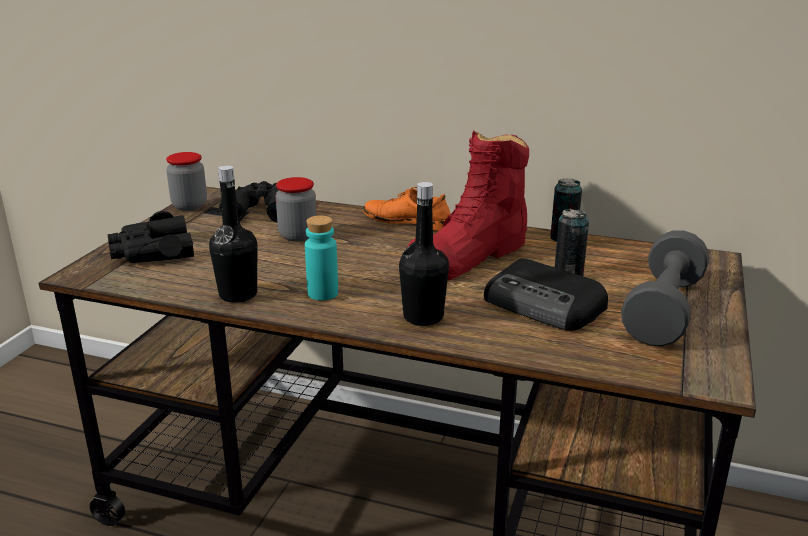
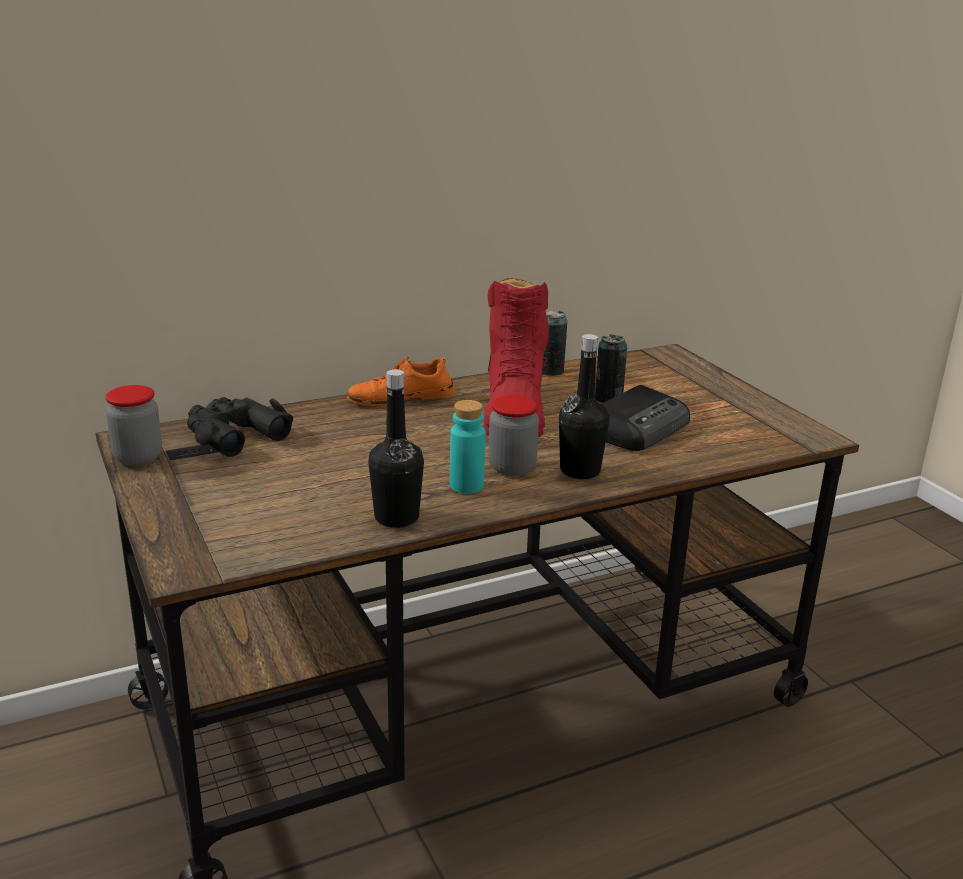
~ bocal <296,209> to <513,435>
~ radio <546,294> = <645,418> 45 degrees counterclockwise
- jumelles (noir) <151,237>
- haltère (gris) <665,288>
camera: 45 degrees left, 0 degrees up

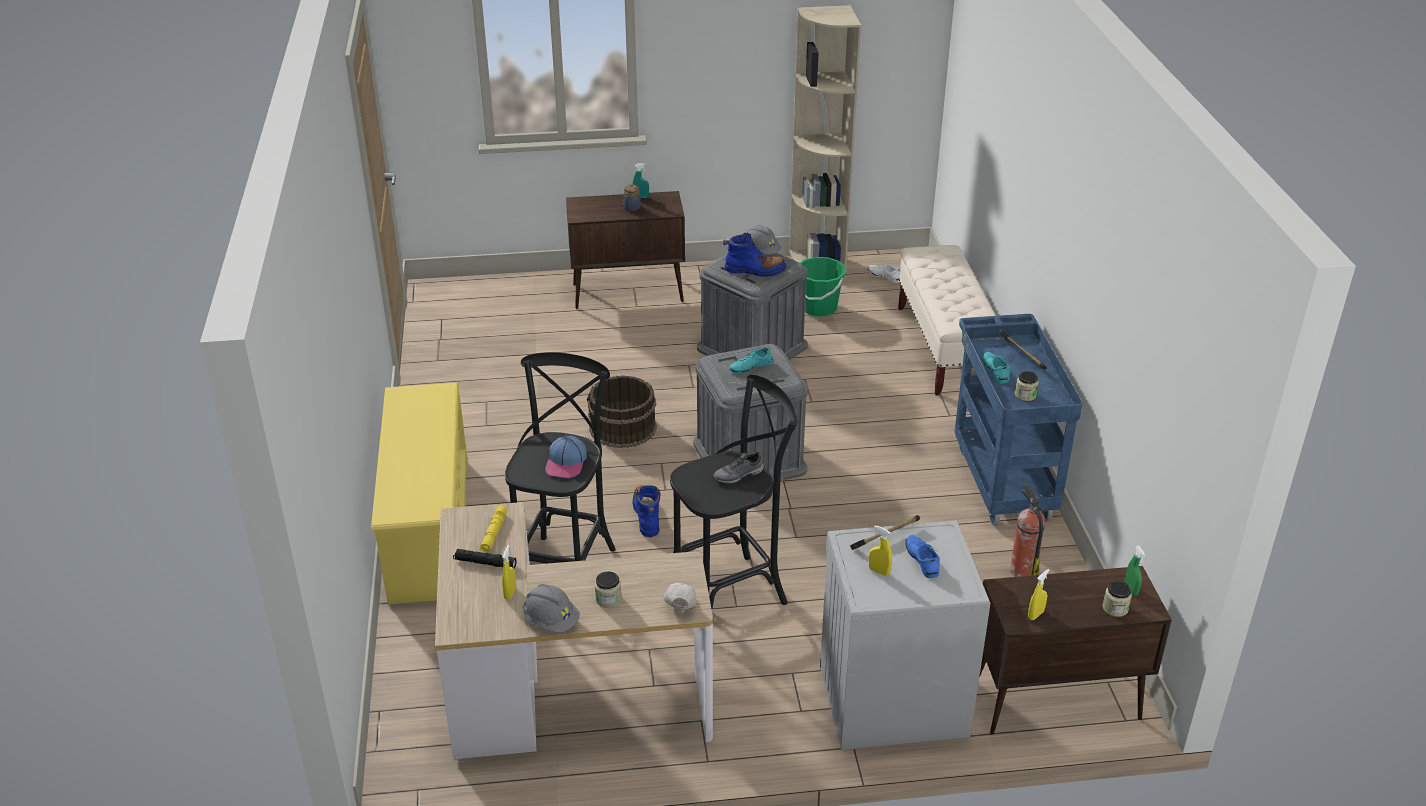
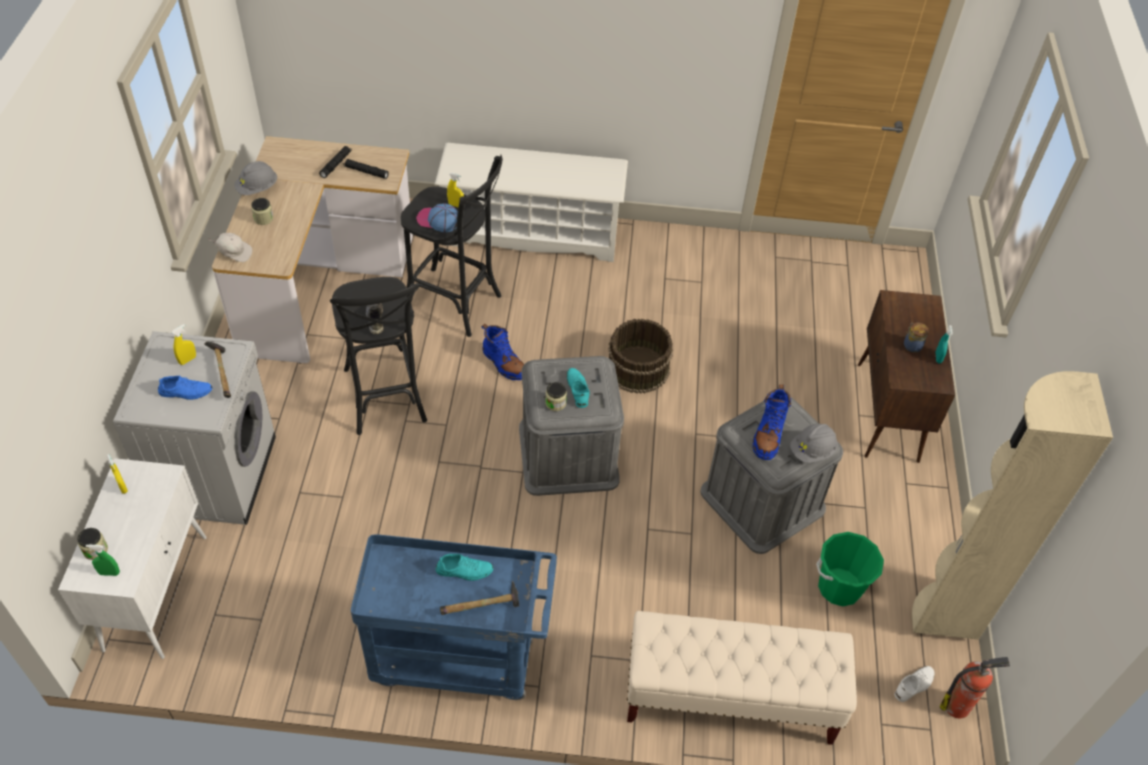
~ meuble de rangement (marron) <1075,650> to meuble de rangement (blanc) <132,558>
~ lampe de poche (jaune) <493,529> to lampe de poche (noir) <366,169>
~ étagère à chaussures (jaune) <419,493> to étagère à chaussures (blanc) <531,202>
~ vaporisateur (jaune) <509,572> to <455,190>
~ botte (bleu) <646,511> = <502,352> 45 degrees clockwise
~ bocal <1027,386> to <556,396>
~ extincteur <1027,530> to <975,687>
camera: 100 degrees right, 15 degrees up

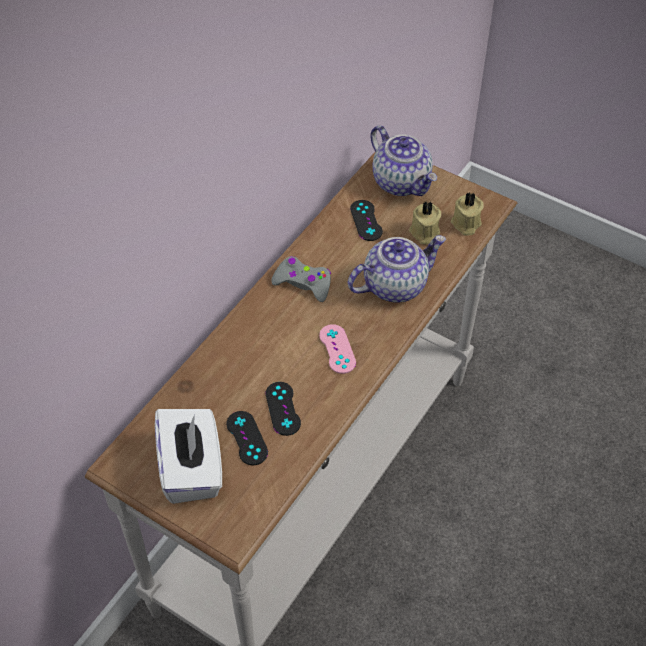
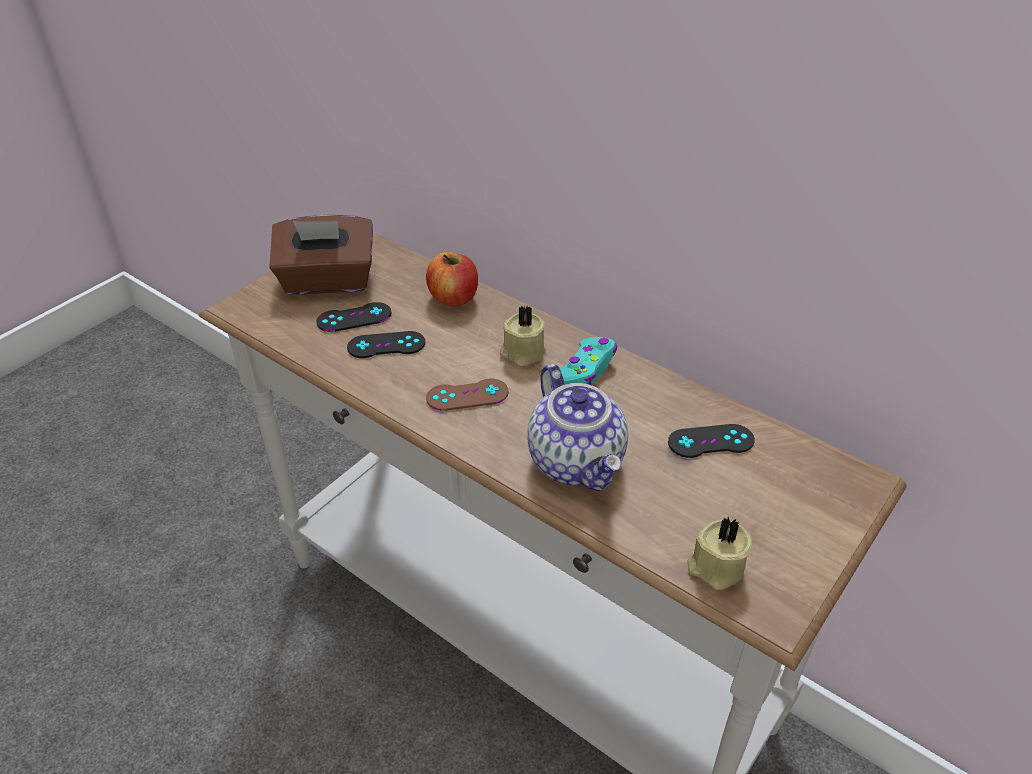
~ boîte à mouchoirs (blanc) <188,456> to boîte à mouchoirs (marron) <321,255>
+ pomme <452,279>
~ manette (rose) <337,349> to manette (marron) <467,395>
~ bougie (beige) <425,222> to <523,335>
~ manette (gris) <301,279> to manette (turquoise) <584,362>
- théière <403,160>
camera: 95 degrees right, 10 degrees down

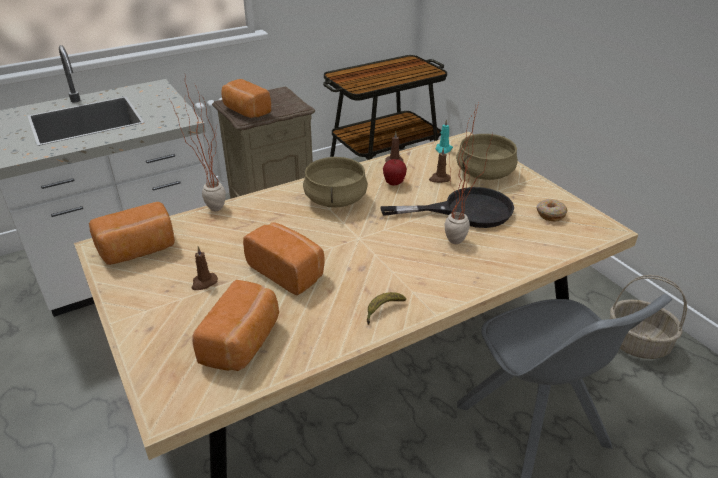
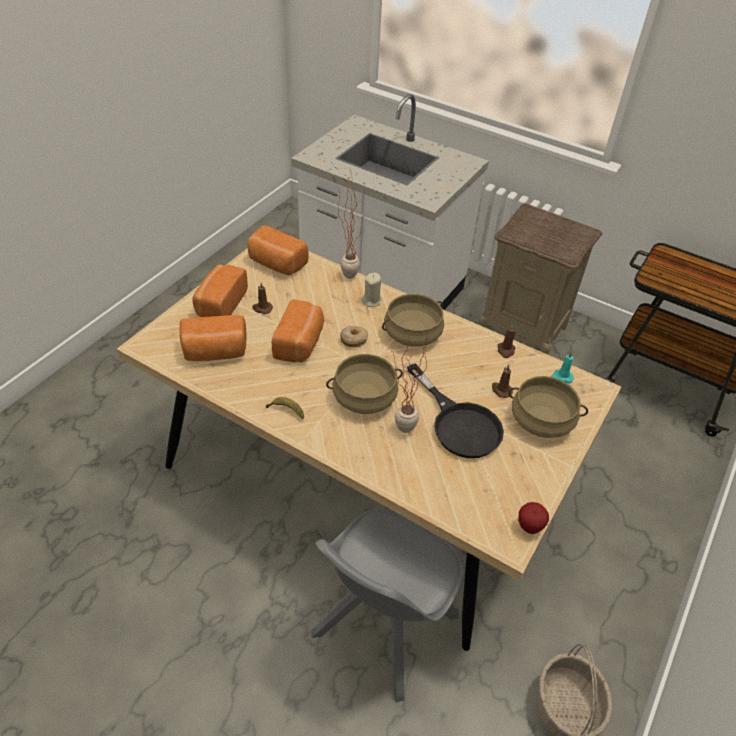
~ pain <246,98> to <220,290>
+ marmite (beige) <364,384>
~ beignet <552,210> to <354,336>
+ bougie (beige) <371,290>
~ pomme <395,172> to <533,518>
camera: 60 degrees right, 10 degrees up

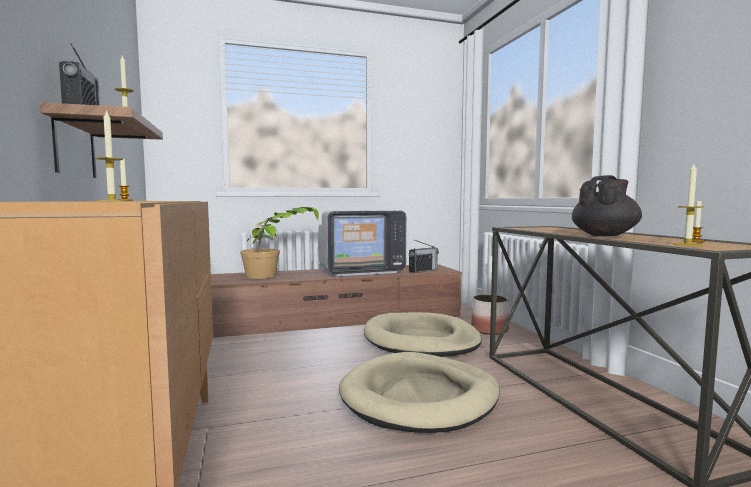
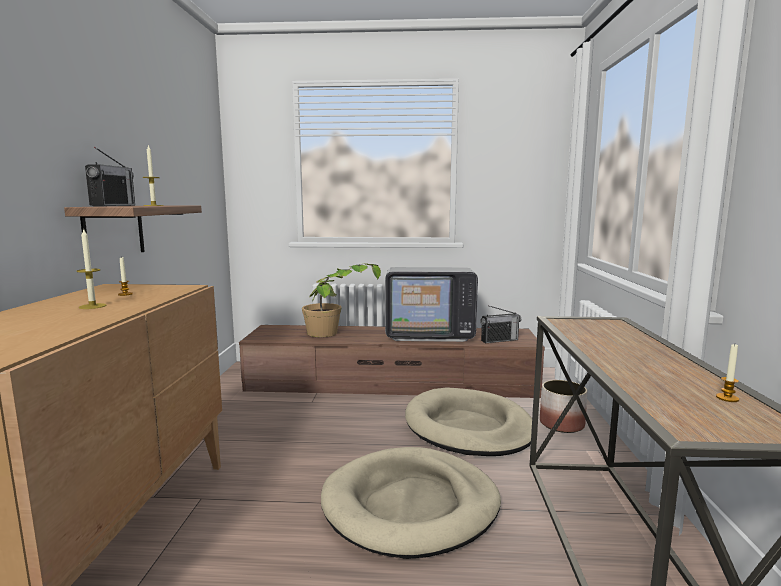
- théière (noir) <607,205>
- bougie <688,205>
camera: 20 degrees right, 5 degrees up

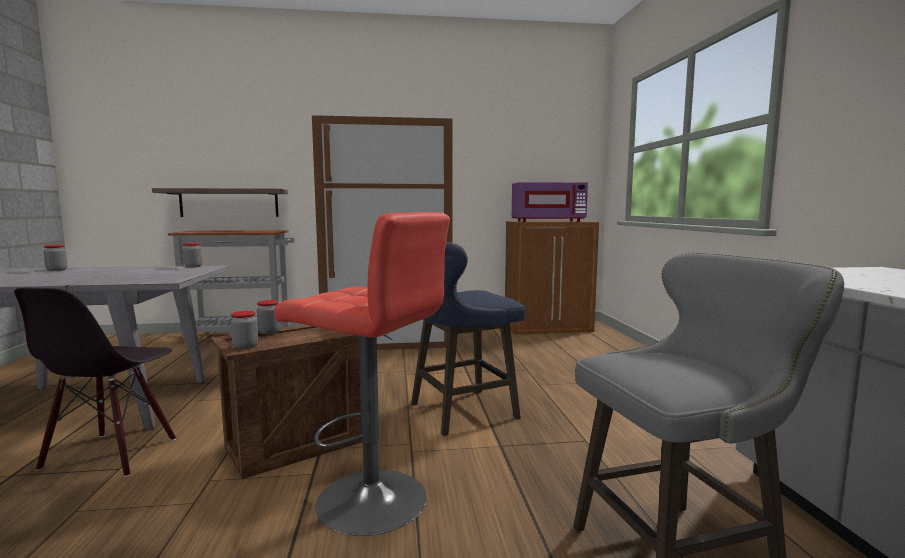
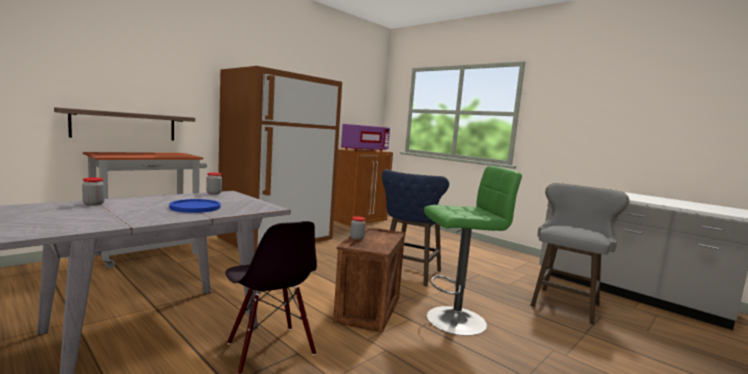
+ assiette (bleu) <195,206>
~ tabouret (rouge) <362,374> to tabouret (vert) <473,251>
- bocal <244,330>
camera: 40 degrees left, 0 degrees up

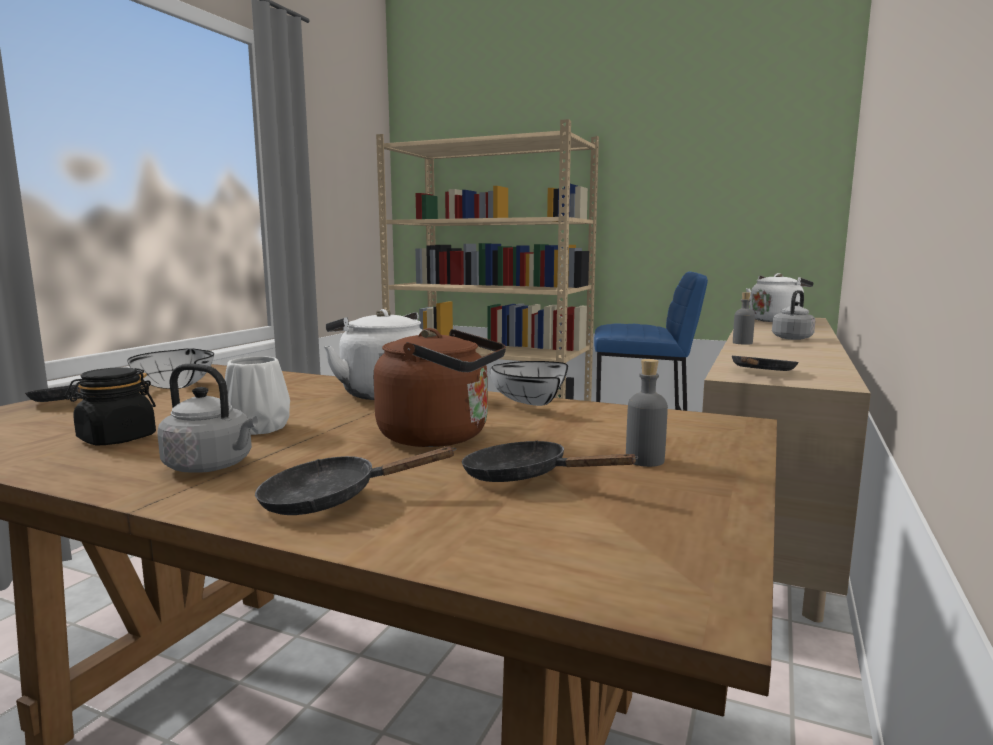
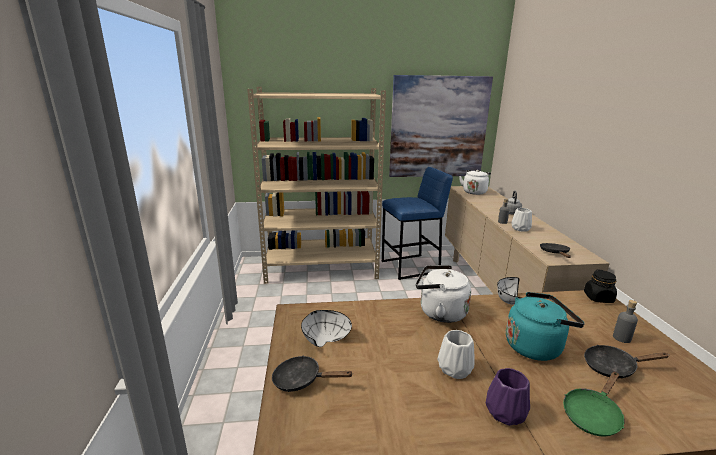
+ tableau <441,126>
~ bouilloire (gris) <207,418> to vase (violet) <508,397>
~ bouilloire (marron) <440,387> to bouilloire (turquoise) <545,326>
+ vase (blanc) <521,220>
~ poêle (noir) <355,480> to poêle (vert) <593,404>
~ bocal (noir) <110,406> to <600,286>
camera: 30 degrees left, 10 degrees up

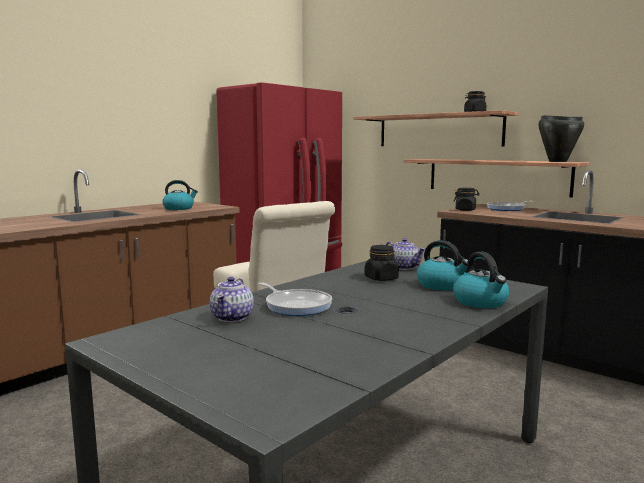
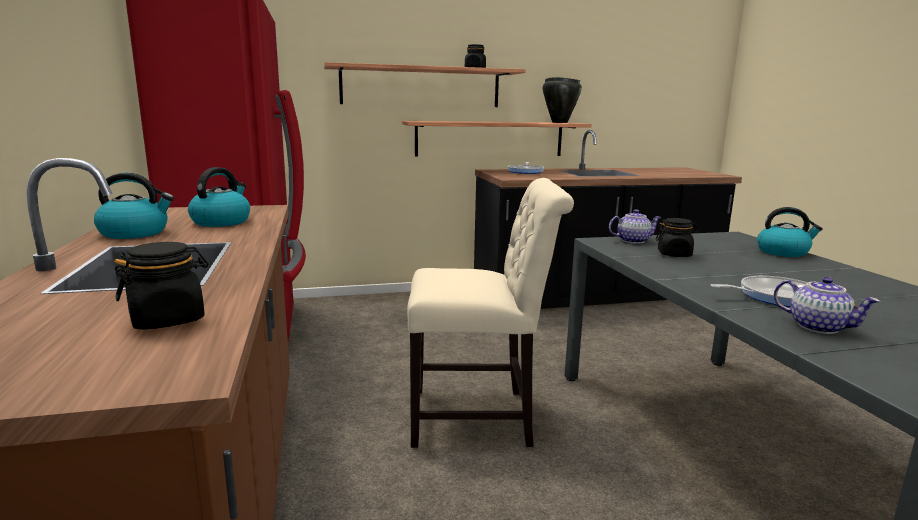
~ bouilloire <442,265> to <134,206>
~ bocal (noir) <467,199> to <161,286>
camera: 55 degrees left, 5 degrees up

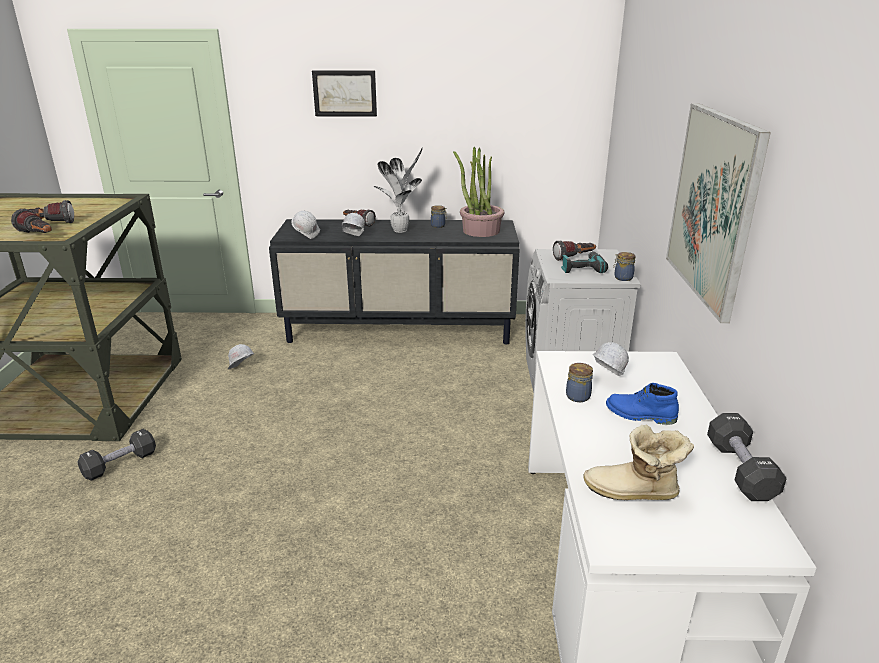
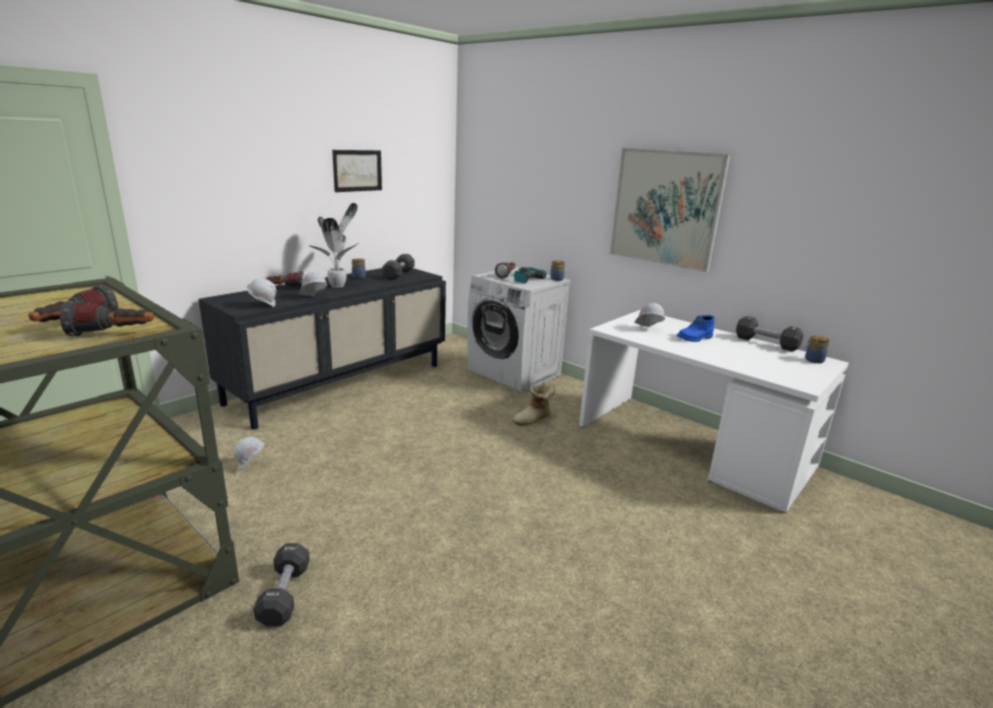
~ tableau <344,93> to <357,171>
~ plante en pot <478,192> to haltère (noir) <398,267>
~ botte <638,462> to <533,404>
~ bocal <579,382> to <817,349>
camera: 50 degrees left, 5 degrees down

